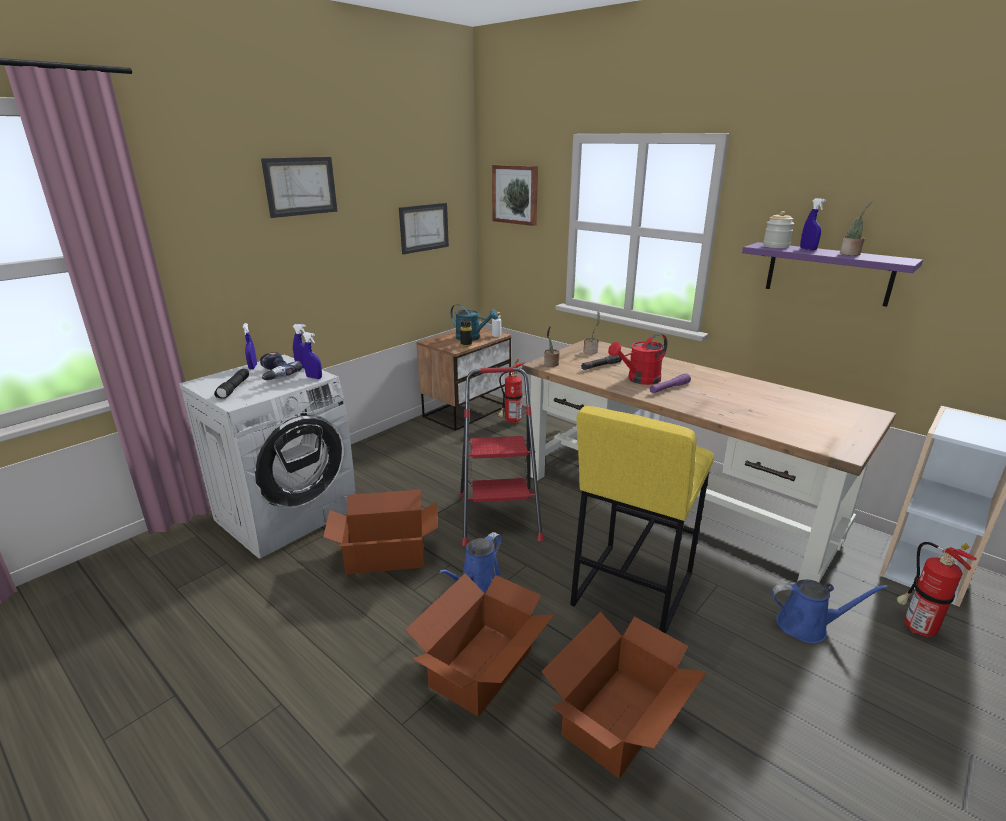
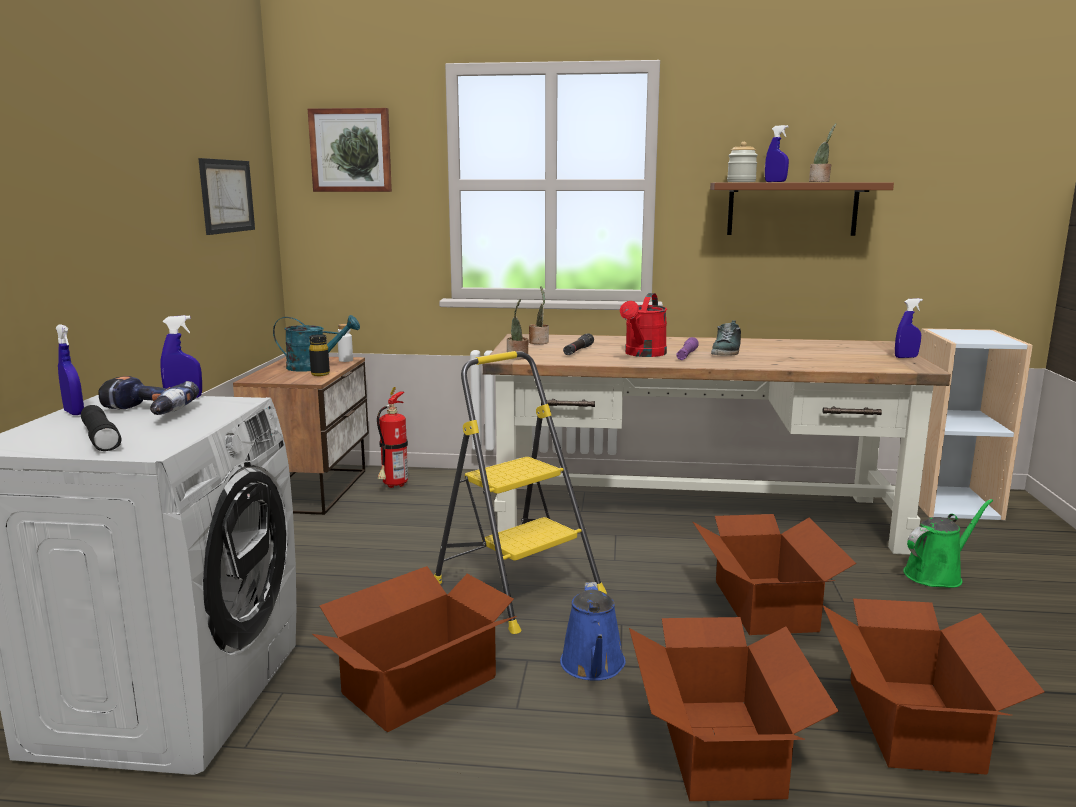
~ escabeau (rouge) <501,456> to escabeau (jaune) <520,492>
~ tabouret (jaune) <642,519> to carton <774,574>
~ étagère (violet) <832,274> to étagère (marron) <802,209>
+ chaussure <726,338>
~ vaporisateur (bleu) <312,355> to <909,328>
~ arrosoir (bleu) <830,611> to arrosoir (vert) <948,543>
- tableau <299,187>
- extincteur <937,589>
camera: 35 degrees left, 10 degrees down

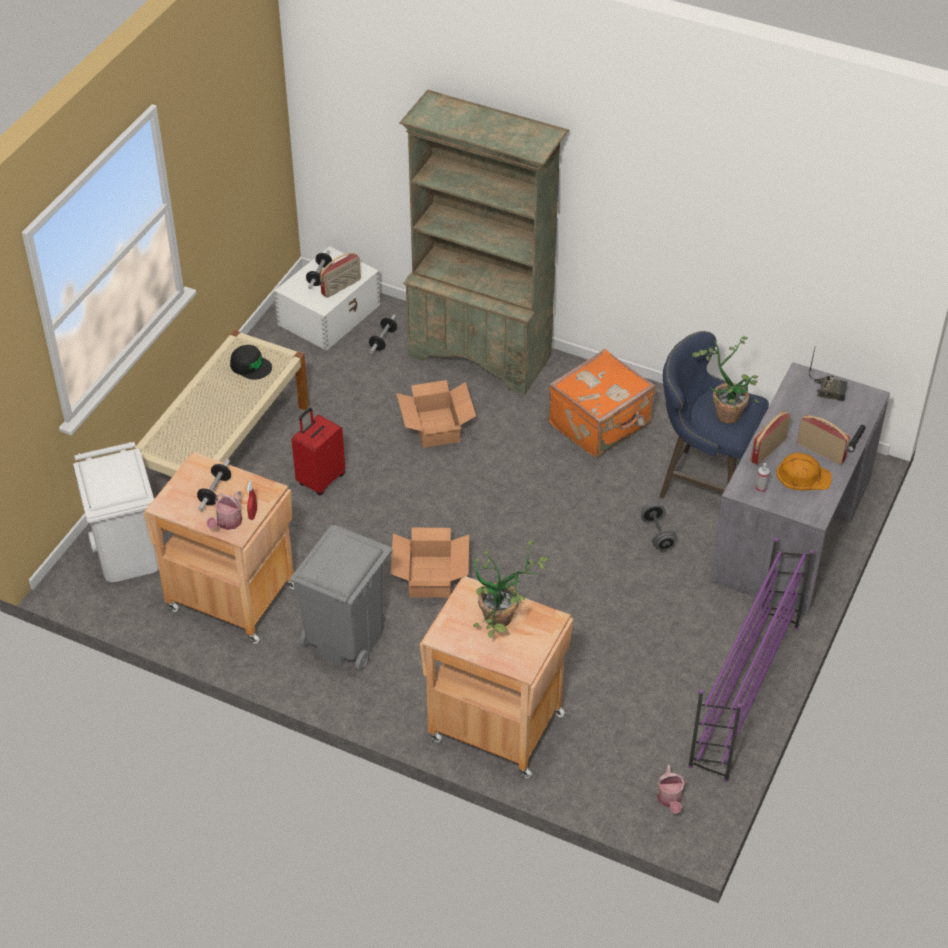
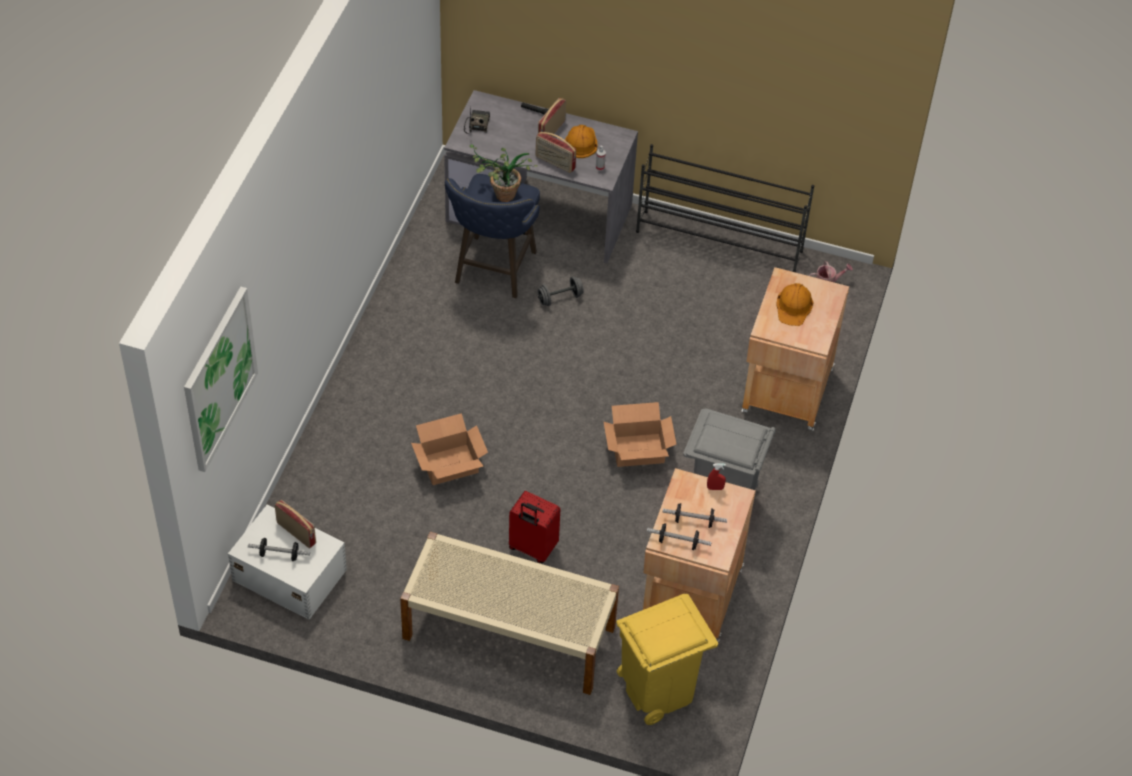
+ tableau <221,379>
~ poubelle (blanc) <116,512> to poubelle (jaune) <667,659>
~ étagère à chaussures (violet) <751,660> to étagère à chaussures (noir) <725,208>
~ haltère <383,334> to <679,536>
~ plante en pot <510,589> to casque de chantier (orange) <795,304>
- arrosoir <224,510>
- casquette (noir) <251,362>
- bibliothèque (vert) <484,242>
- valise (orange) <601,403>
camera: 100 degrees left, 5 degrees up

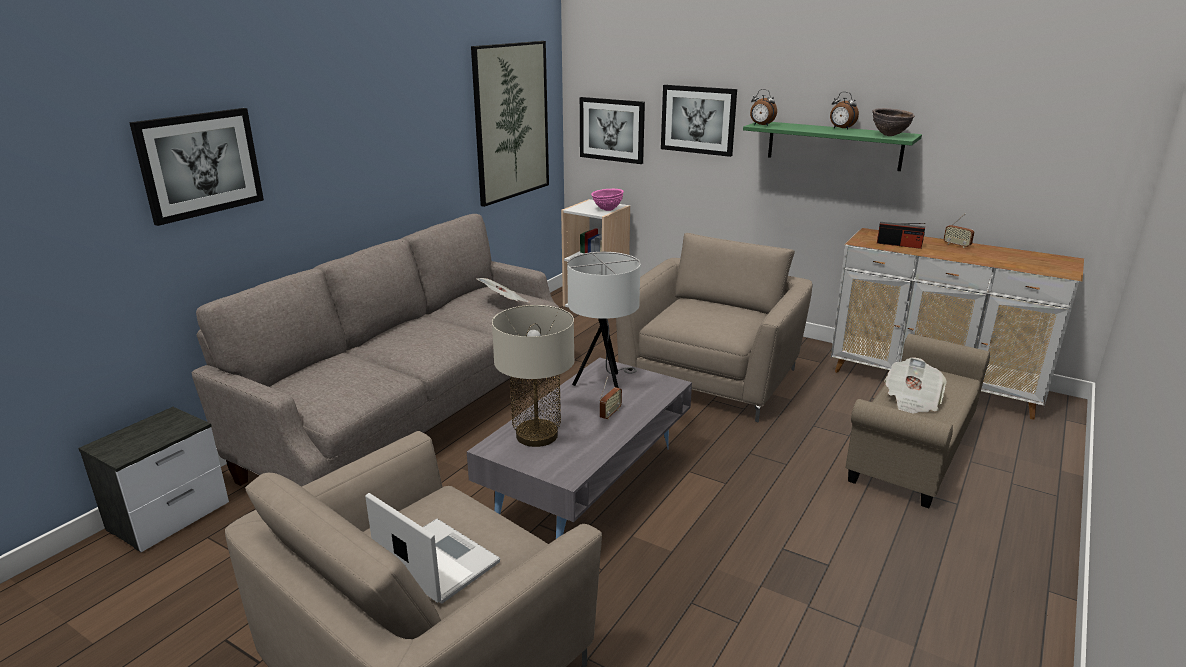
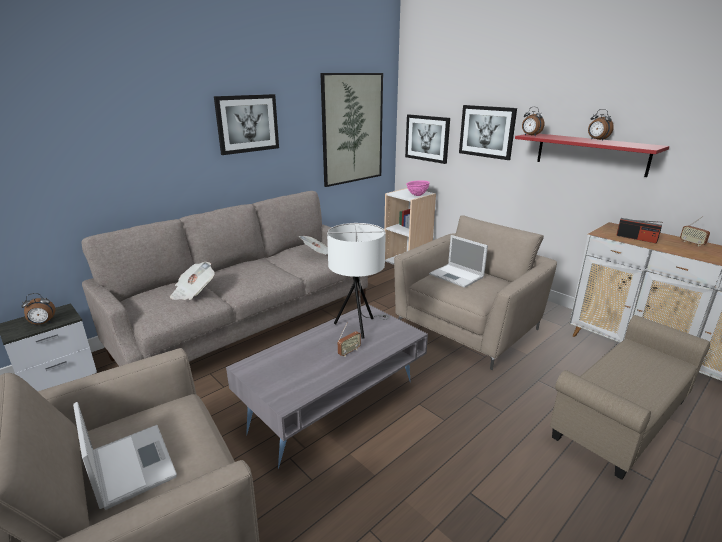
+ réveil <38,309>
~ journal <915,385> to <192,281>
~ tableau <196,167> to <246,124>
+ ordinateur portable <458,261>
~ étagère (vert) <832,146> to étagère (rouge) <592,155>
- lampe de table <533,376>
- bol (marron) <893,122>
camera: 15 degrees right, 0 degrees up

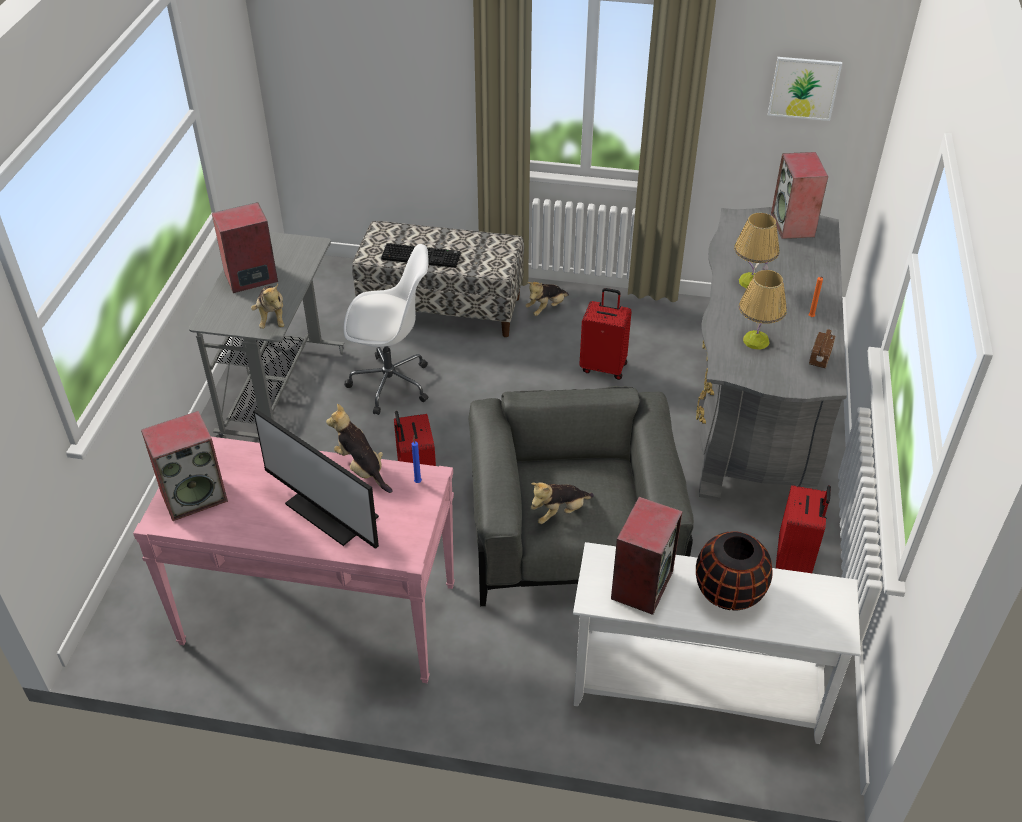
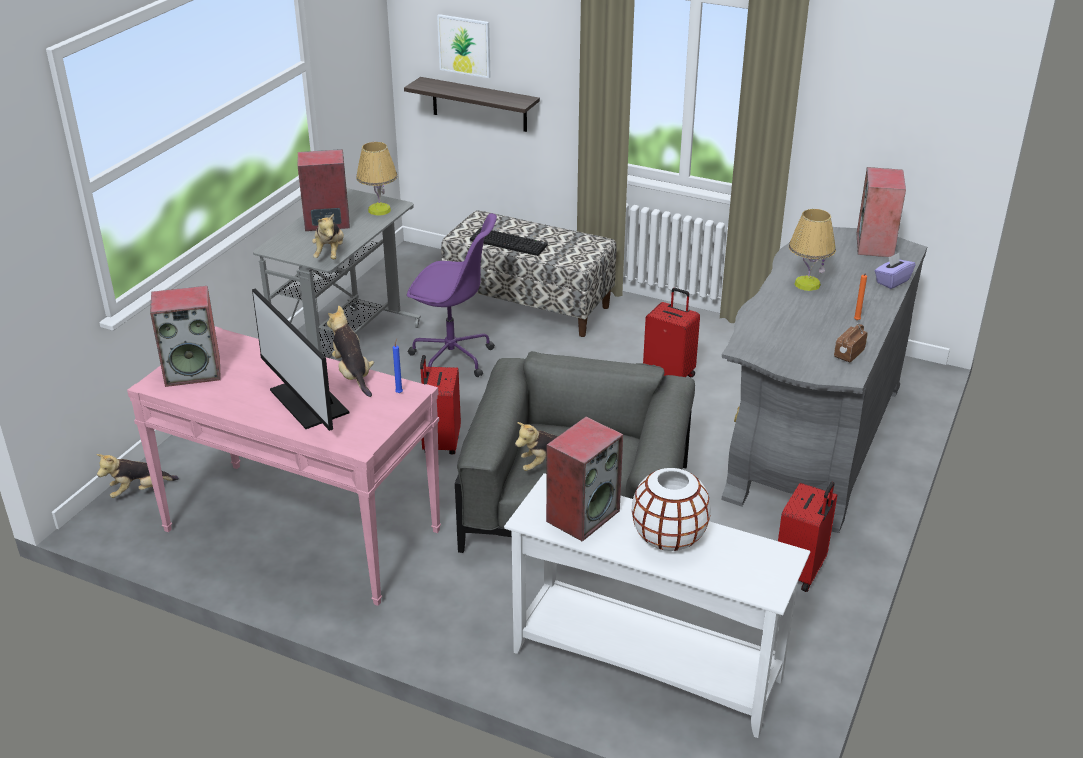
~ peluche <547,299> to <137,476>
~ lampe de table <763,310> to <376,179>
+ étagère <472,104>
~ chaise de bureau (blanc) <386,329> to chaise de bureau (violet) <452,295>
~ tableau <805,89> to <464,46>
~ vase (noir) <734,571> to vase (blanc) <671,509>
+ boîte à mouchoirs (violet) <895,271>
camera: 15 degrees right, 10 degrees down

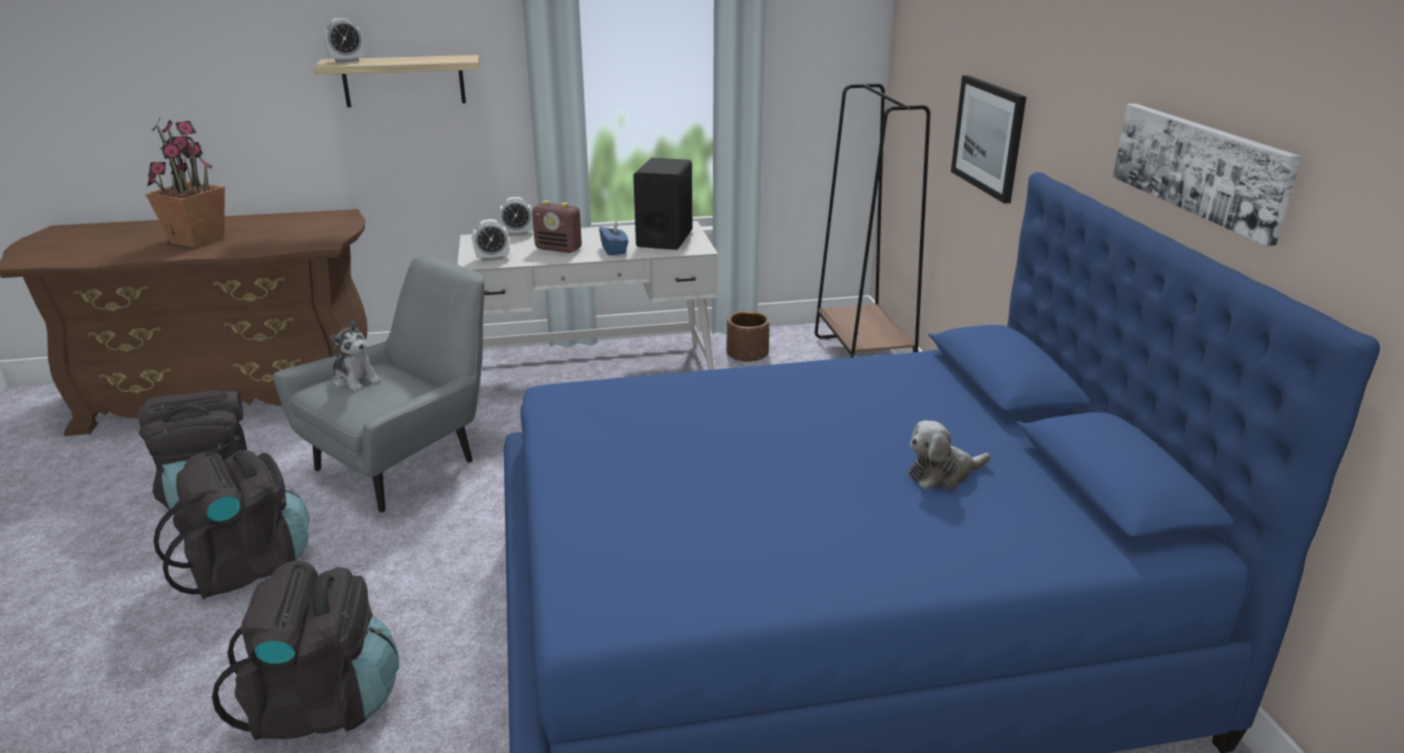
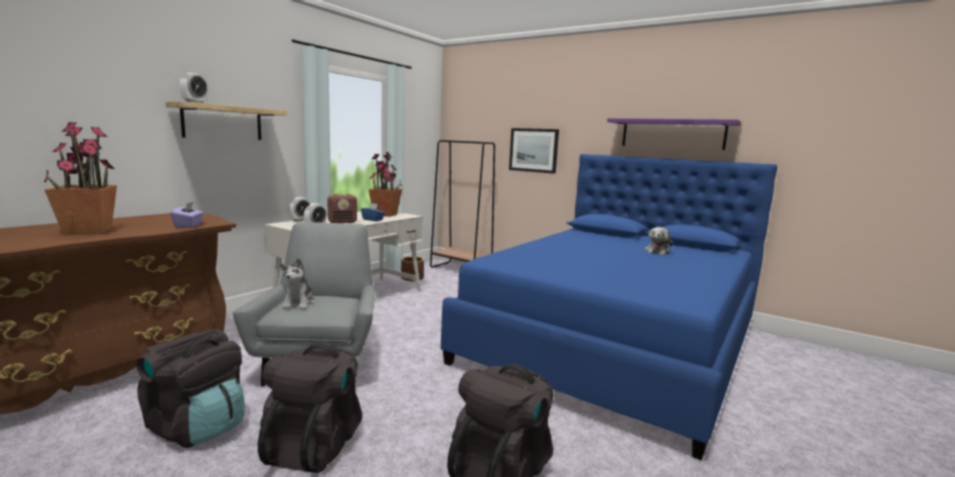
+ boîte à mouchoirs (violet) <187,215>
~ peluche <356,356> = <297,283> 90 degrees clockwise
~ enceinte (noir) <662,204> to plante en pot <385,184>
~ tableau <1207,175> to étagère (violet) <674,134>
camera: 45 degrees left, 15 degrees down

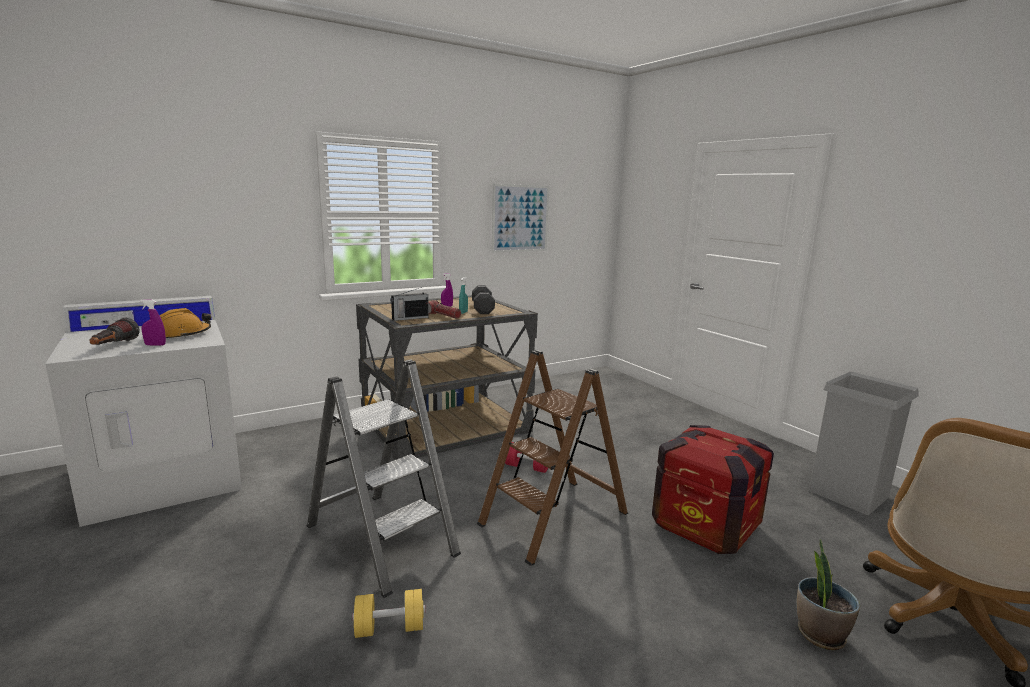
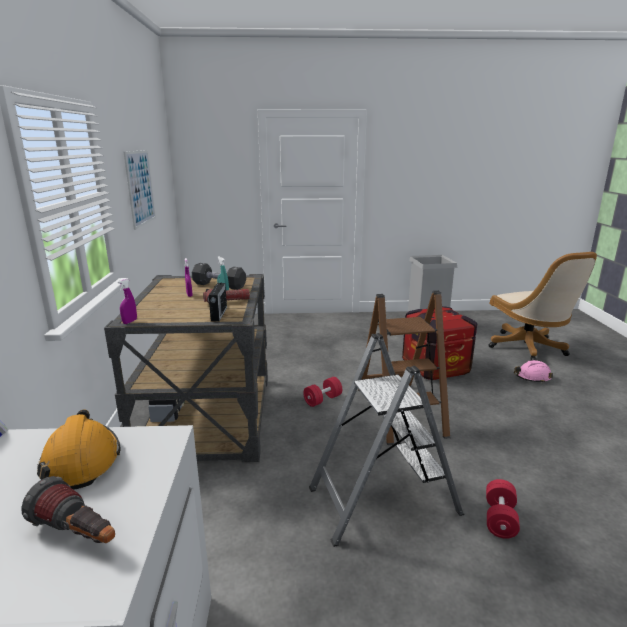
~ vaporisateur (violet) <153,322> to <127,301>
~ haltère (jaune) <388,613> to haltère (rouge) <503,509>
~ plante en pot <828,594> to casque de chantier (rose) <533,371>
camera: 60 degrees left, 5 degrees up

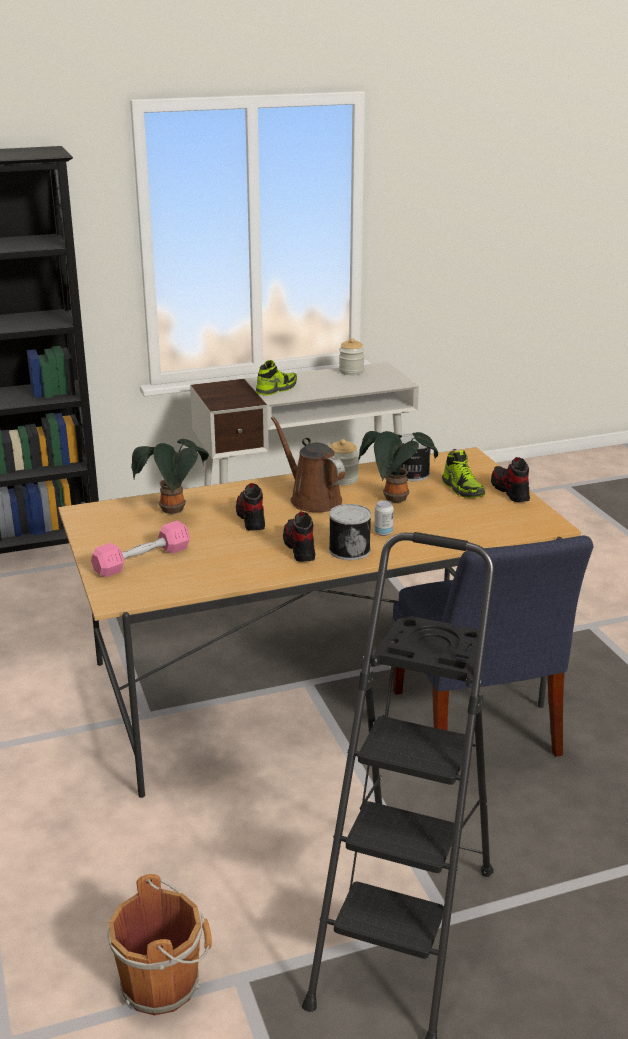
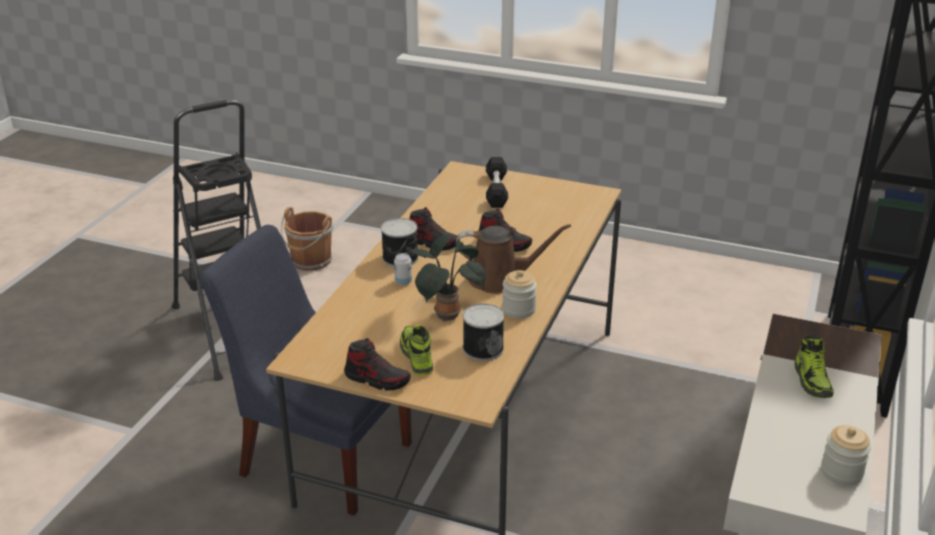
~ chaussure <463,474> = <416,350> 60 degrees clockwise
~ haltère (rose) <140,549> to haltère (noir) <497,182>
- plante en pot <170,476>
camera: 130 degrees right, 5 degrees up

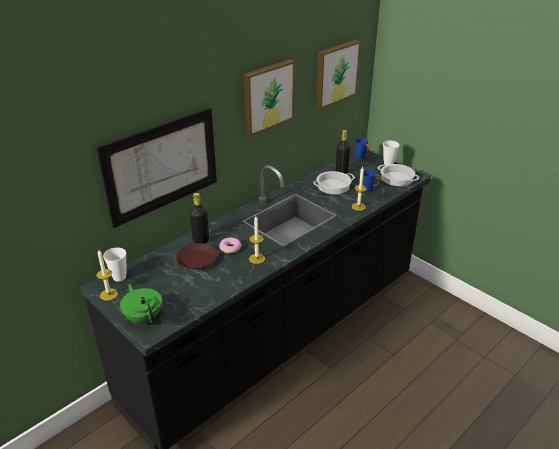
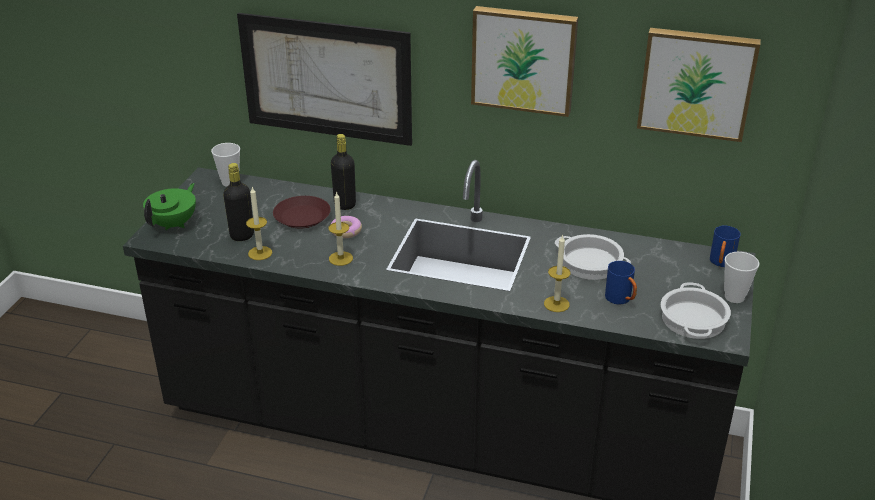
~ bouteille (noir) <343,152> to <238,202>
~ bougie <107,275> to <259,223>
camera: 60 degrees right, 0 degrees up

